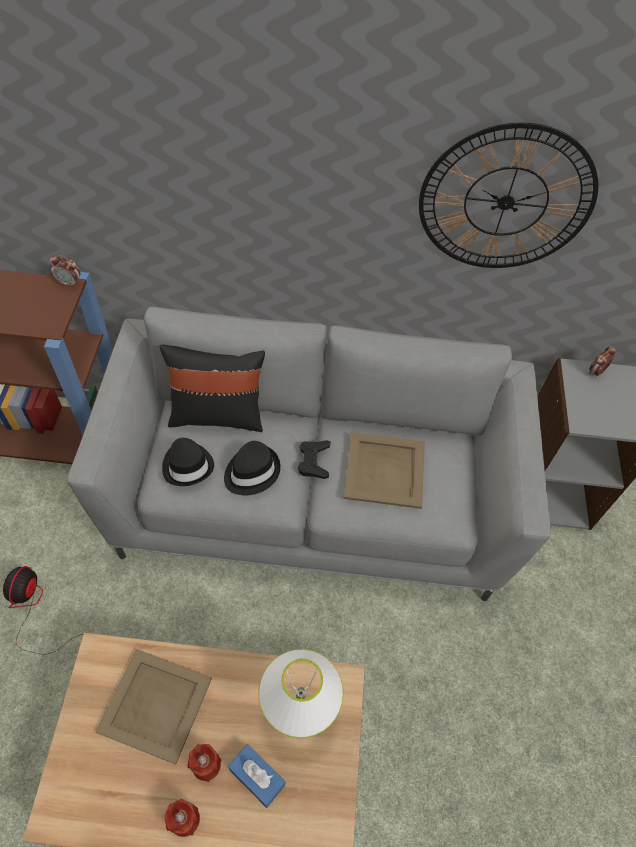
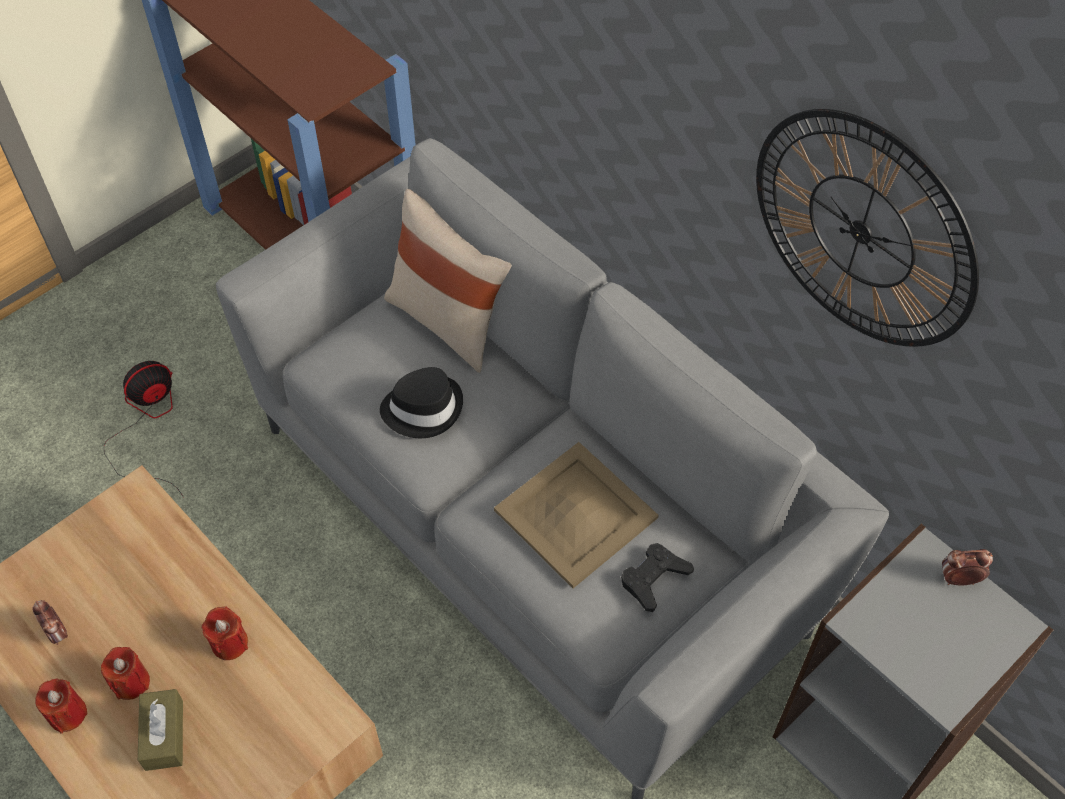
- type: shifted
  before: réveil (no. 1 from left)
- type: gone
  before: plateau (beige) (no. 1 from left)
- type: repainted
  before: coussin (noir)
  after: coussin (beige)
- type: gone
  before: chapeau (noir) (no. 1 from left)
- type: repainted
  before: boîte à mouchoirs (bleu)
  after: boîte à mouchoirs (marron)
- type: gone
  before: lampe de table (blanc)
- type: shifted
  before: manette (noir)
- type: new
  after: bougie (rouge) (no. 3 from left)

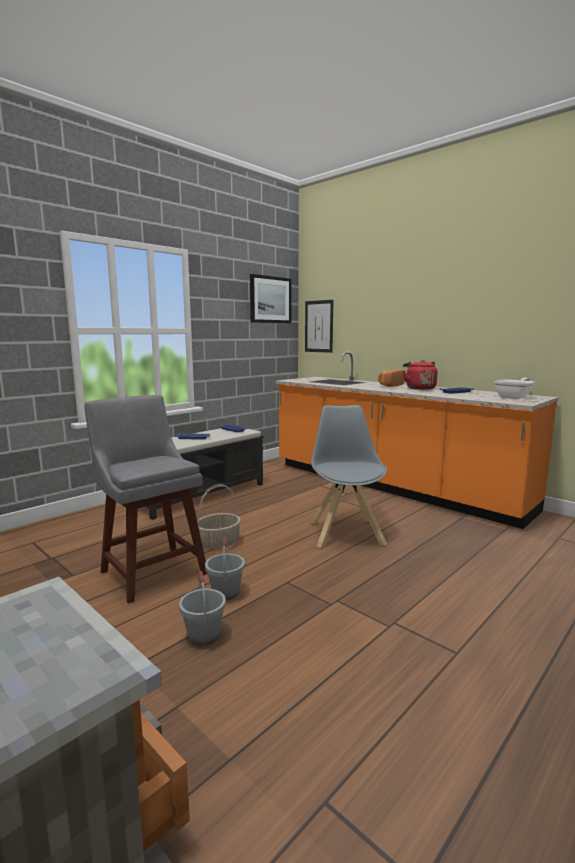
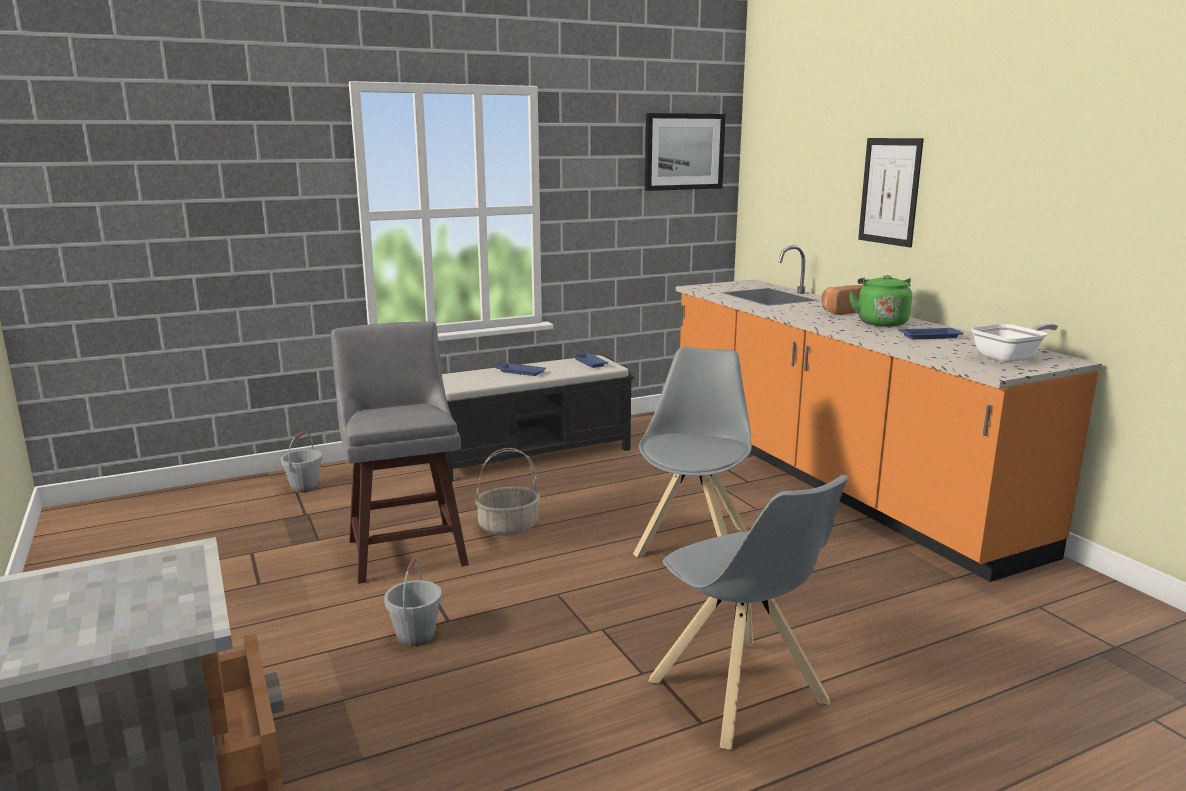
- type: shifted
  before: seau (gris) (no. 2 from left in the first image)
  after: seau (gris) (no. 1 from left)
- type: shifted
  before: tableau (no. 2 from left)
- type: repainted
  before: bouilloire (rouge)
  after: bouilloire (vert)
- type: new
  after: chaise (gris) (no. 3 from left)

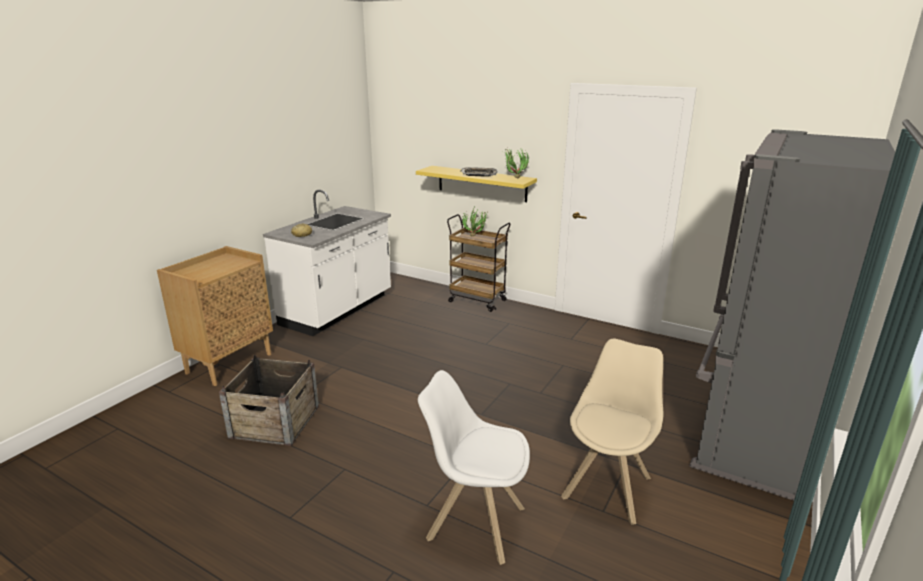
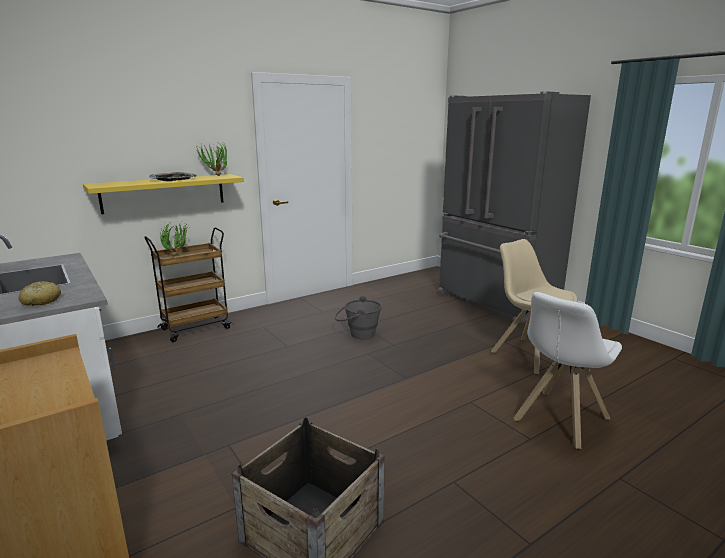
- type: new
  after: seau (gris)

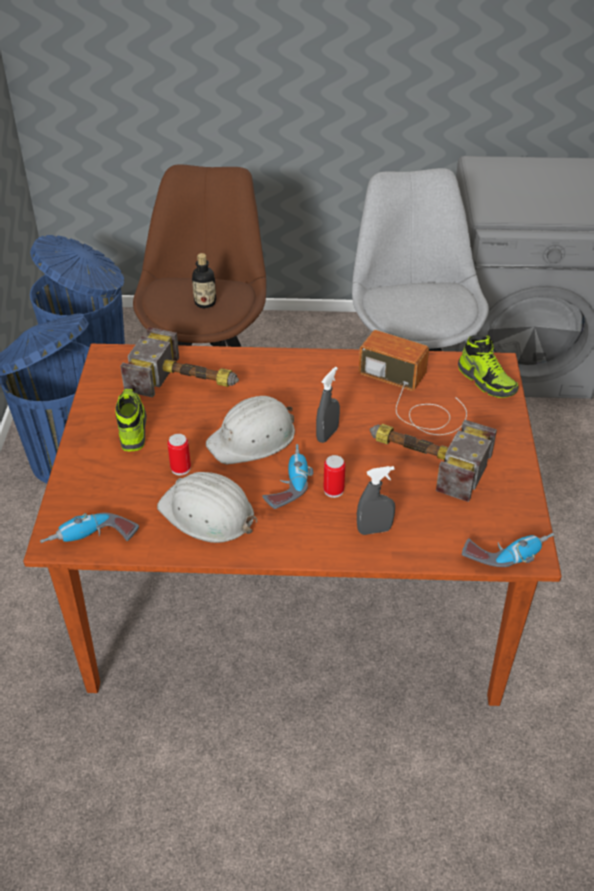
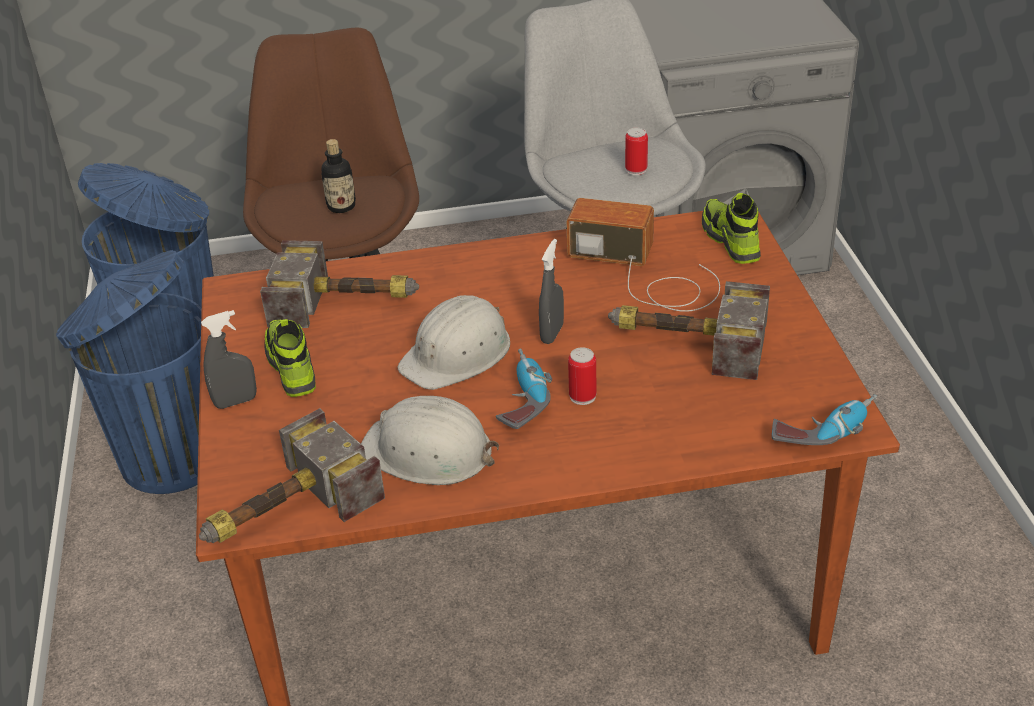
- type: swapped
  before: perceuse (no. 1 from left)
  after: marteau (no. 1 from left)
- type: shifted
  before: boîte métallique (no. 1 from left in the first image)
  after: boîte métallique (no. 2 from left)
- type: shifted
  before: vaporisateur (gris) (no. 2 from left in the first image)
  after: vaporisateur (gris) (no. 1 from left)
- type: rotated
  before: chaussure (no. 2 from left)
  turn: -150

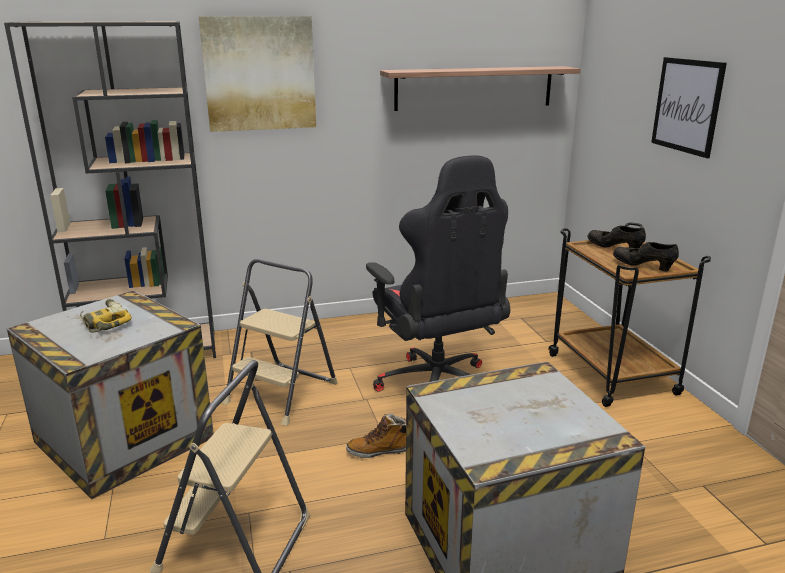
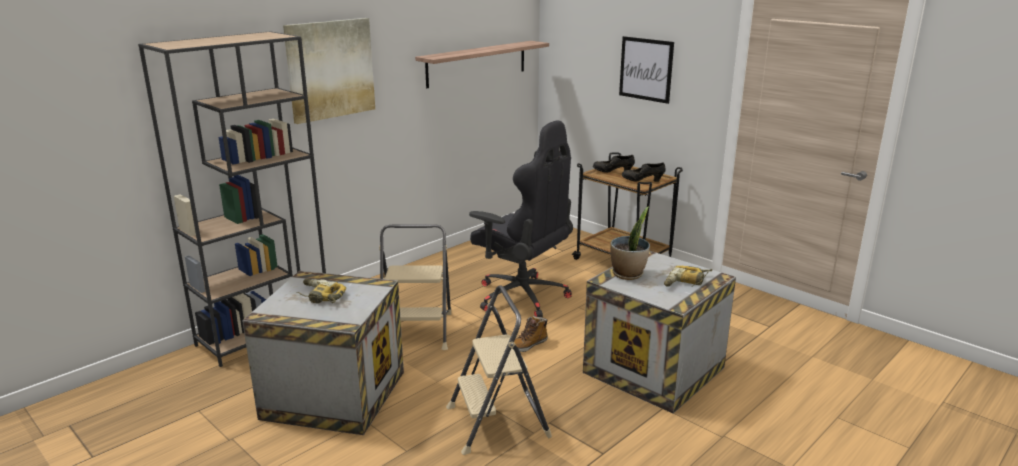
- type: new
  after: plante en pot
- type: new
  after: perceuse (no. 2 from left)

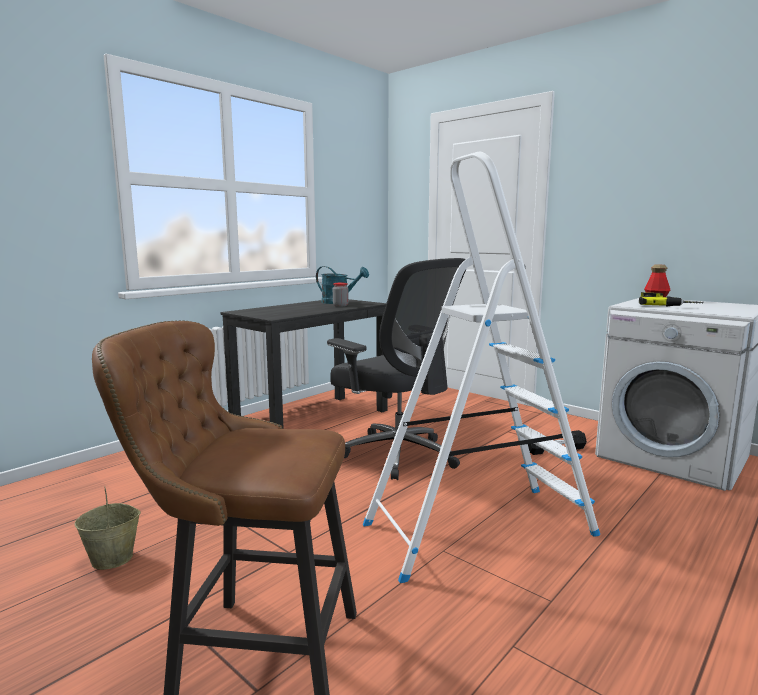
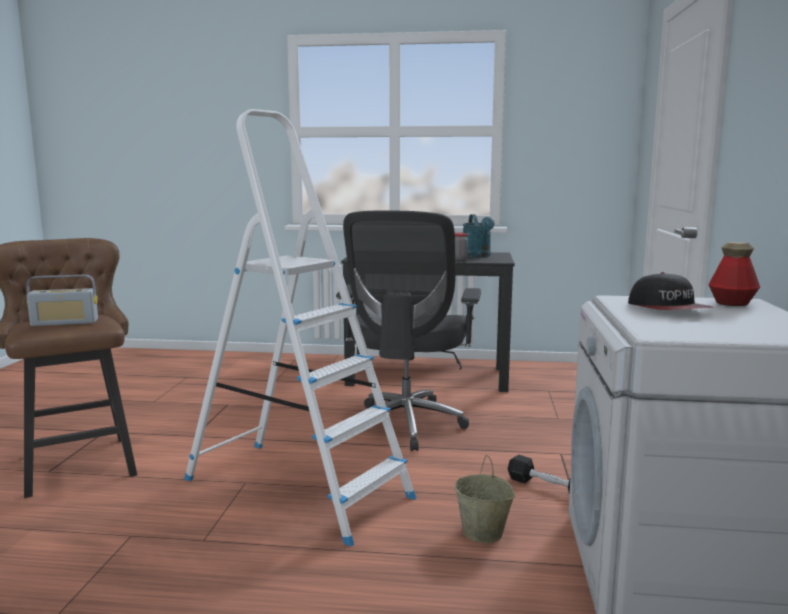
- type: shifted
  before: seau (beige)
- type: swapped
  before: perceuse
  after: casquette
- type: new
  after: radio

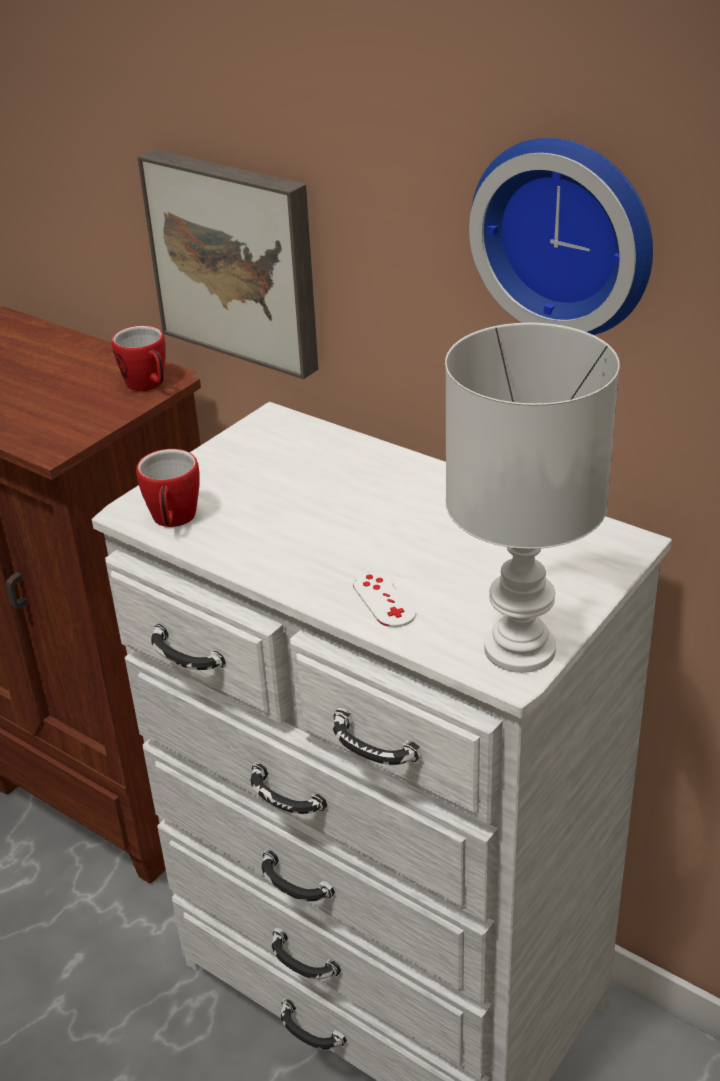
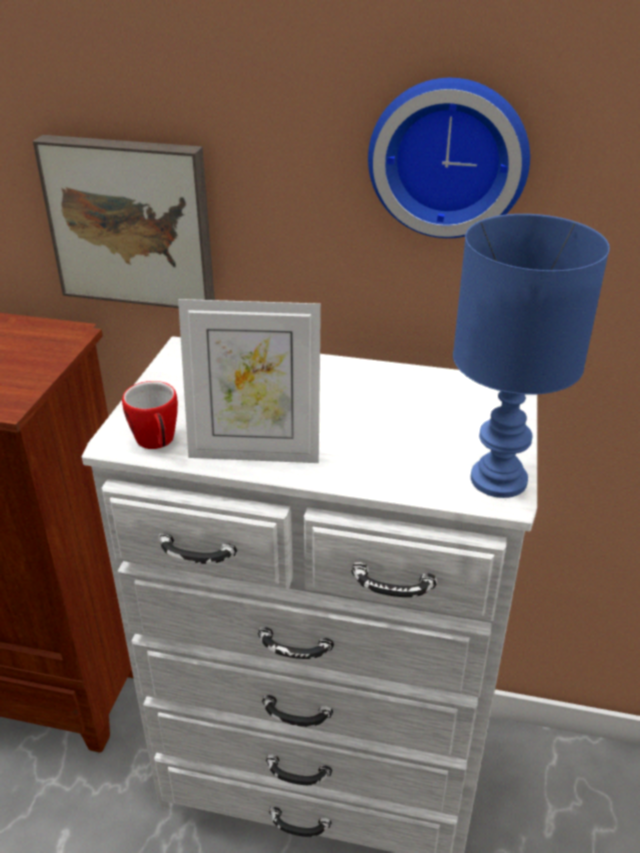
- type: gone
  before: mug (no. 1 from left)
- type: gone
  before: manette (blanc)
- type: repainted
  before: lampe de table (blanc)
  after: lampe de table (bleu)
- type: new
  after: cadre photo

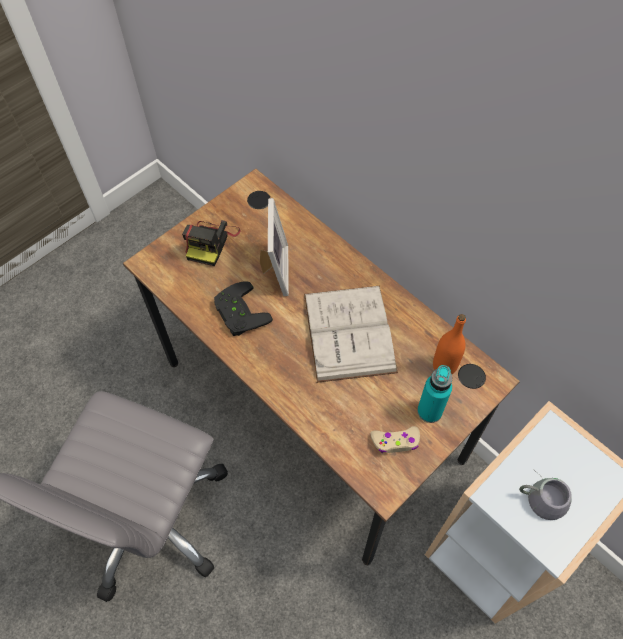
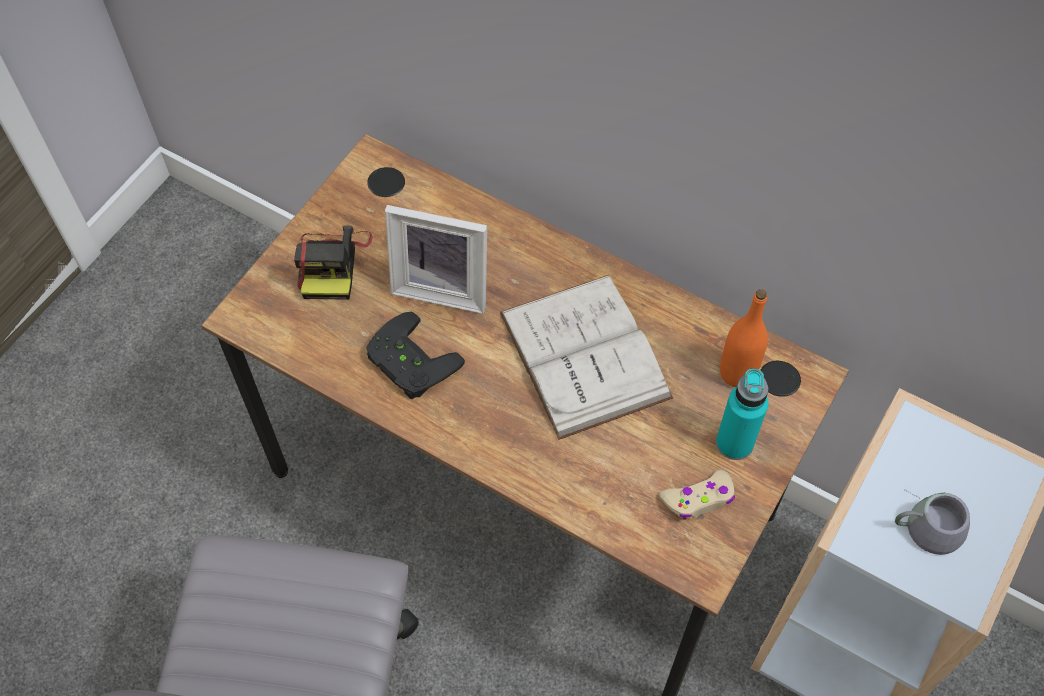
- type: rotated
  before: cadre photo
  turn: 120

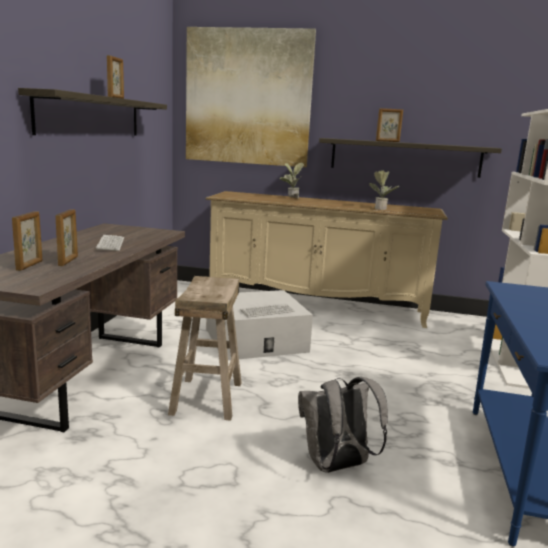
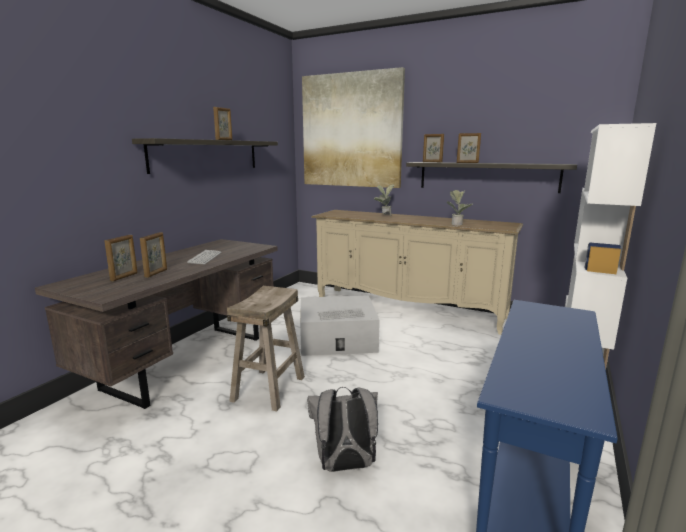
- type: new
  after: cadre photo (no. 4 from left)

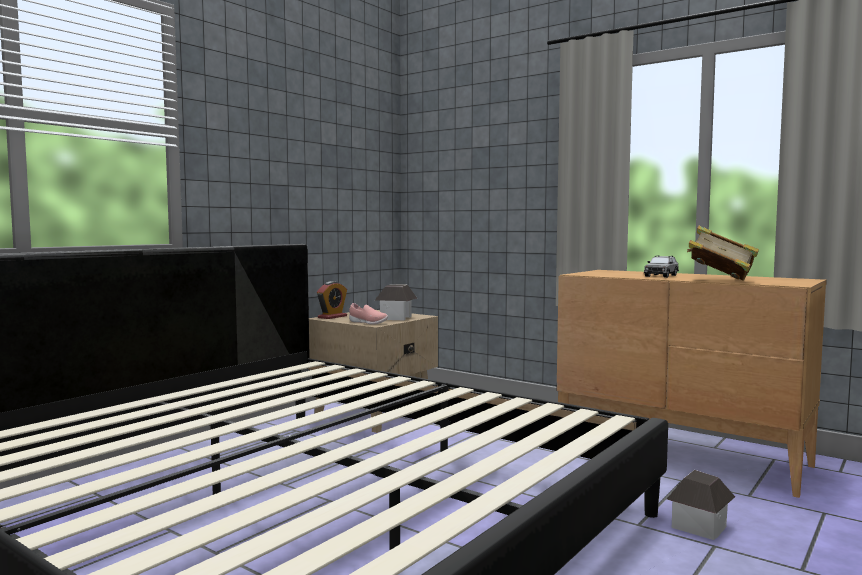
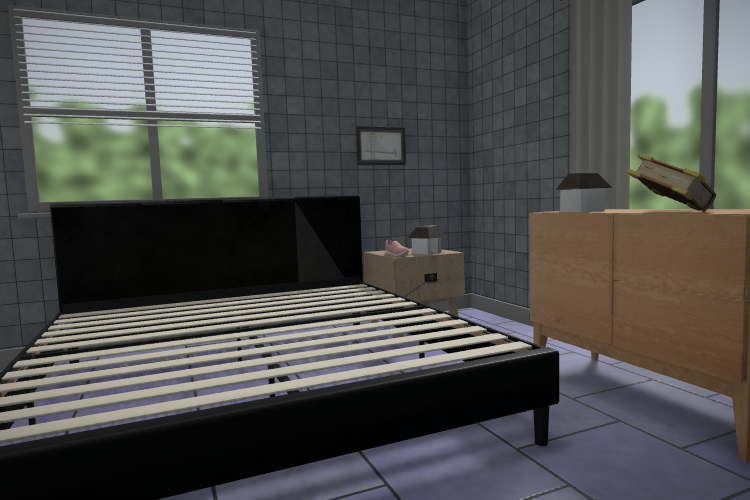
- type: gone
  before: réveil
- type: gone
  before: petite voiture (gris)
- type: shifted
  before: maison miniature (no. 2 from left)
- type: new
  after: tableau

